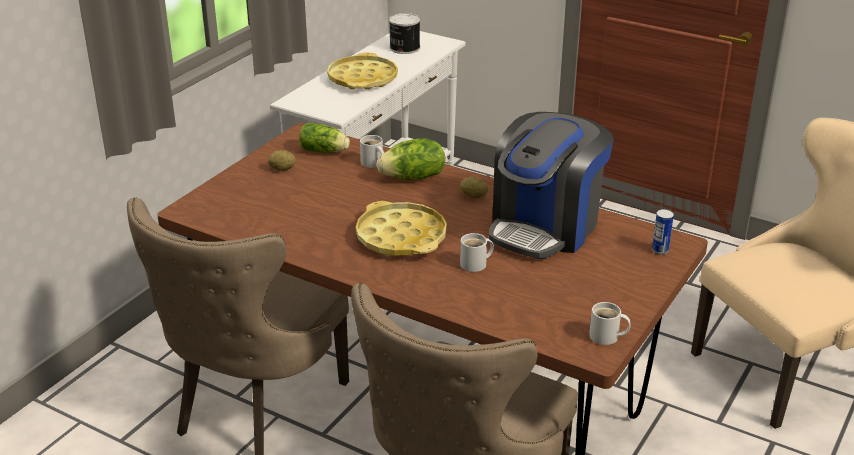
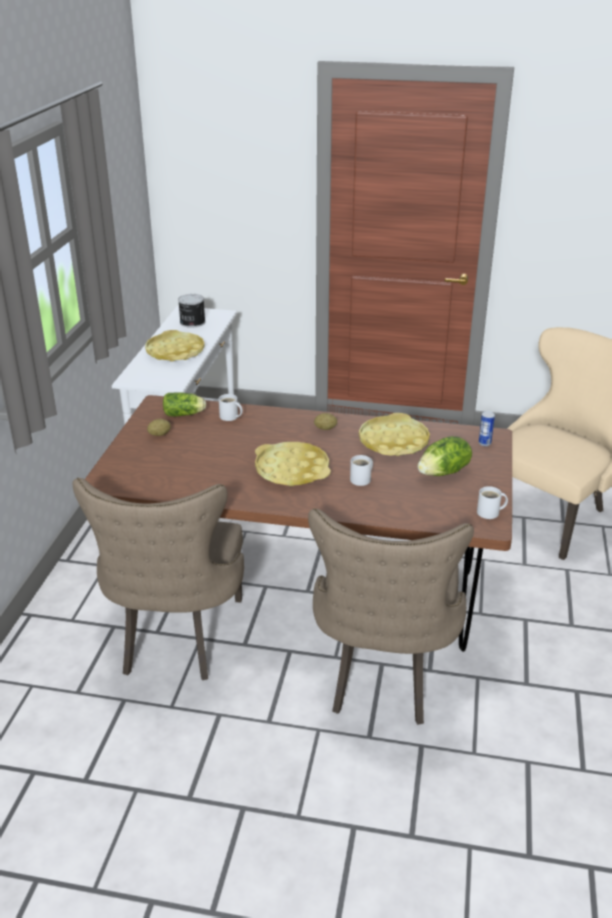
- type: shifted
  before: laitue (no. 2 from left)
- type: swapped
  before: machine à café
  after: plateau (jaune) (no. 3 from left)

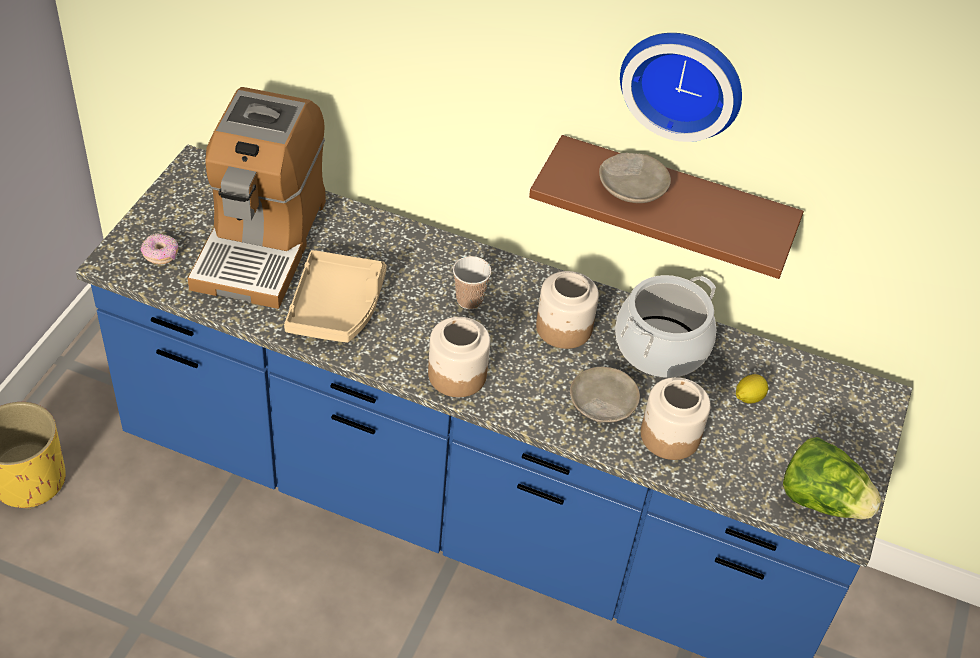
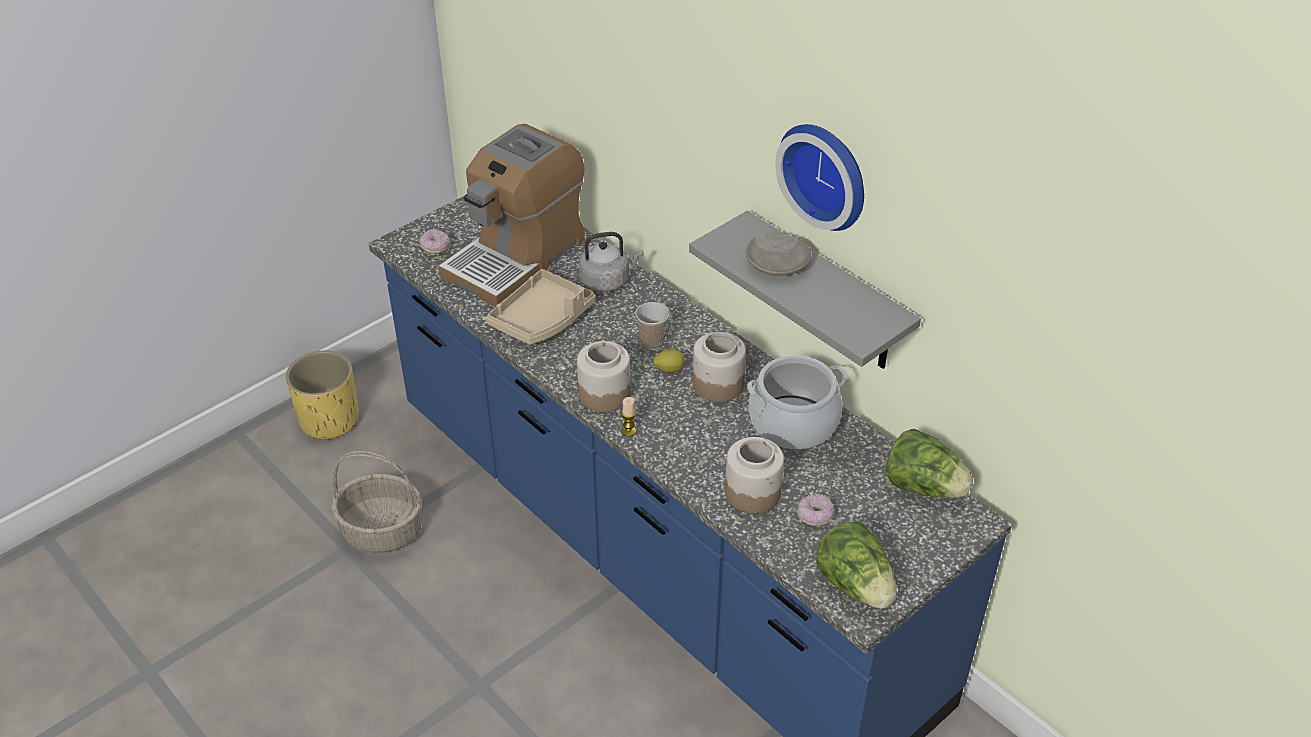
- type: repainted
  before: étagère (marron)
  after: étagère (gris)
- type: gone
  before: assiette (beige) (no. 1 from left)
- type: shifted
  before: citron
- type: new
  after: panier
- type: new
  after: bouilloire (gris)
- type: new
  after: bougie
- type: new
  after: beignet (no. 2 from left)
- type: new
  after: laitue (no. 2 from left)

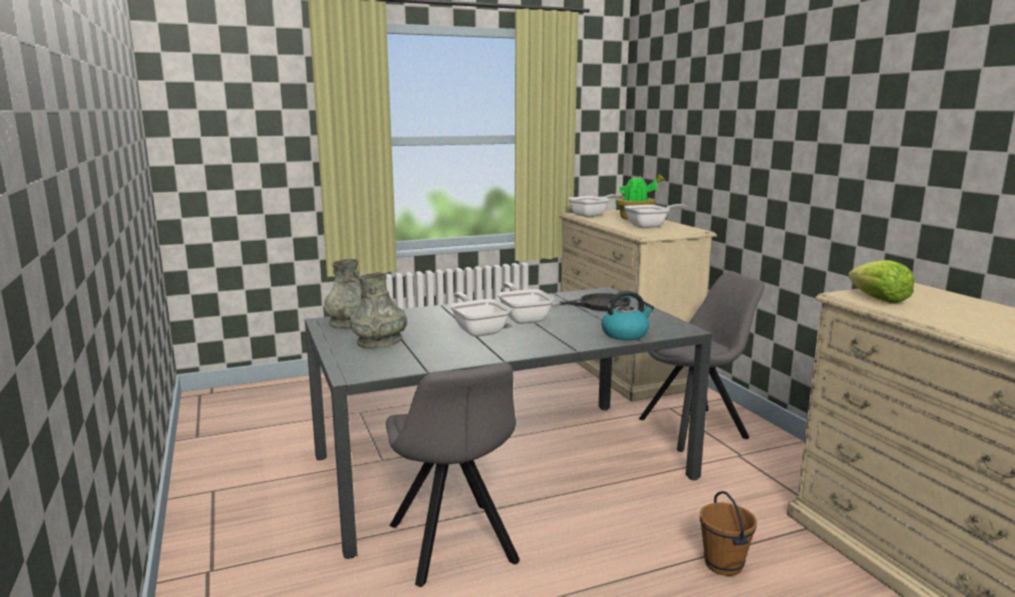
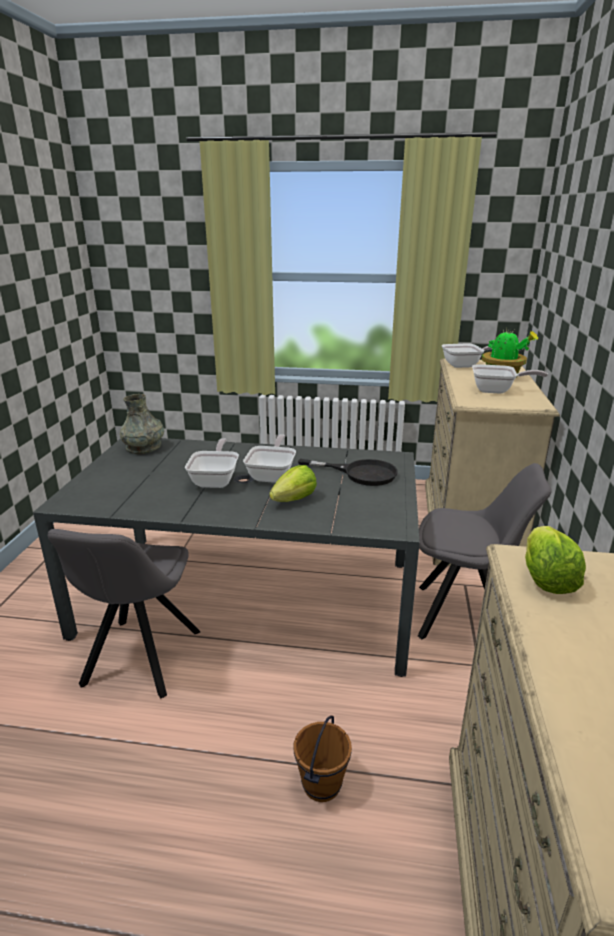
- type: gone
  before: vase (gris) (no. 2 from left)
- type: gone
  before: bouilloire
- type: new
  after: laitue (no. 1 from left)

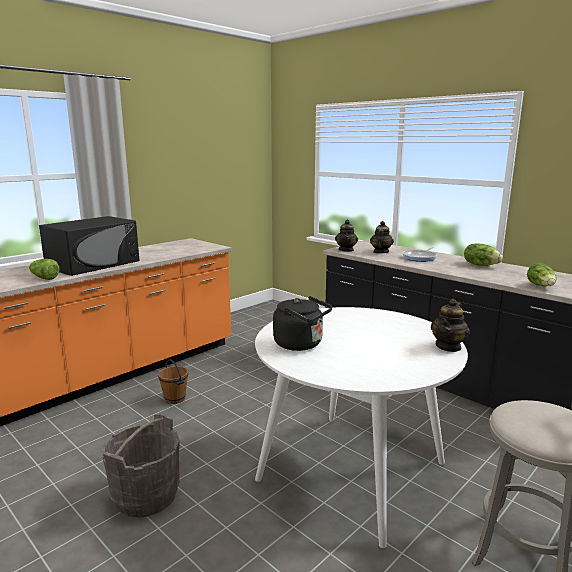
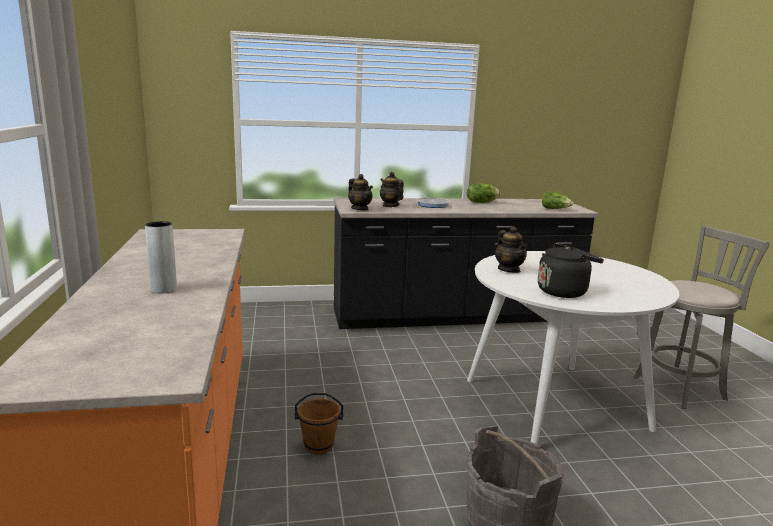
- type: gone
  before: laitue (no. 1 from left)
- type: swapped
  before: micro-ondes (noir)
  after: vase (gris)
- type: shifted
  before: théière (no. 3 from left)

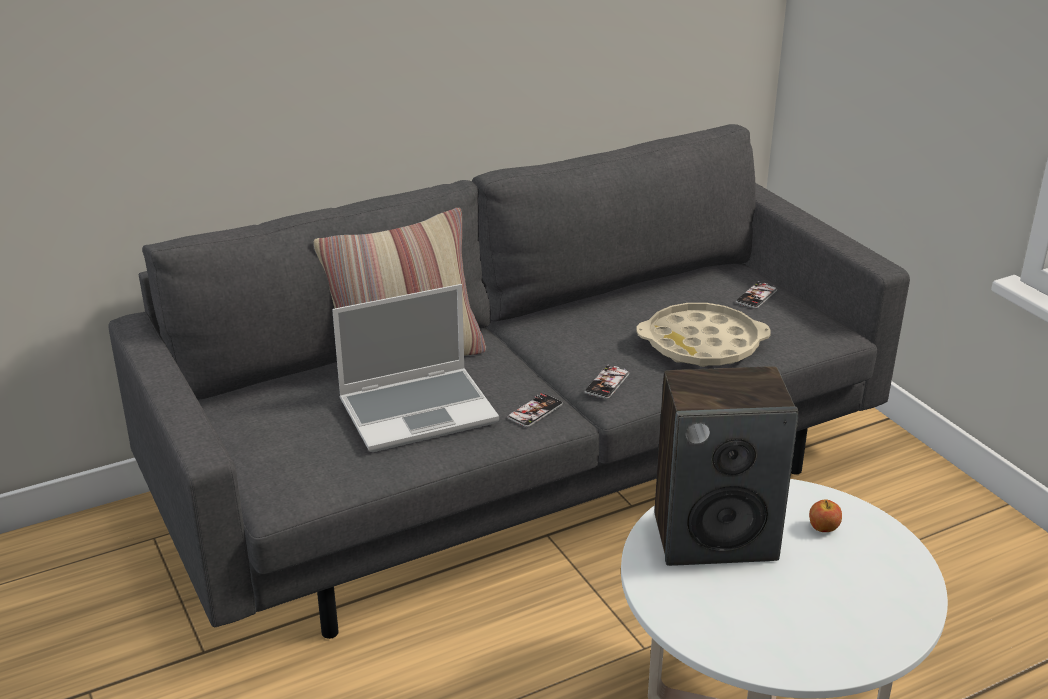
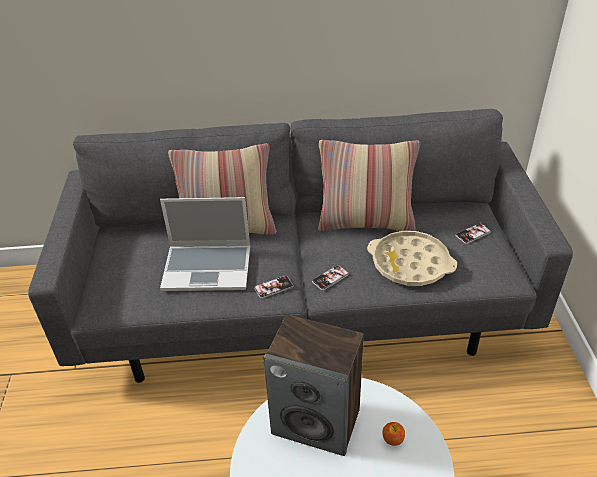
- type: new
  after: coussin (no. 2 from left)

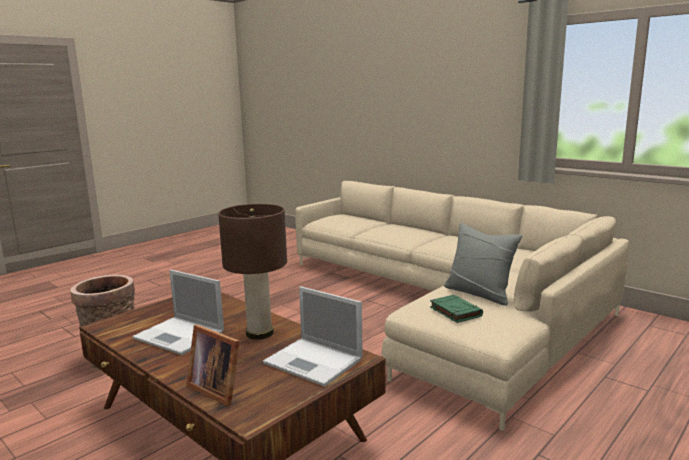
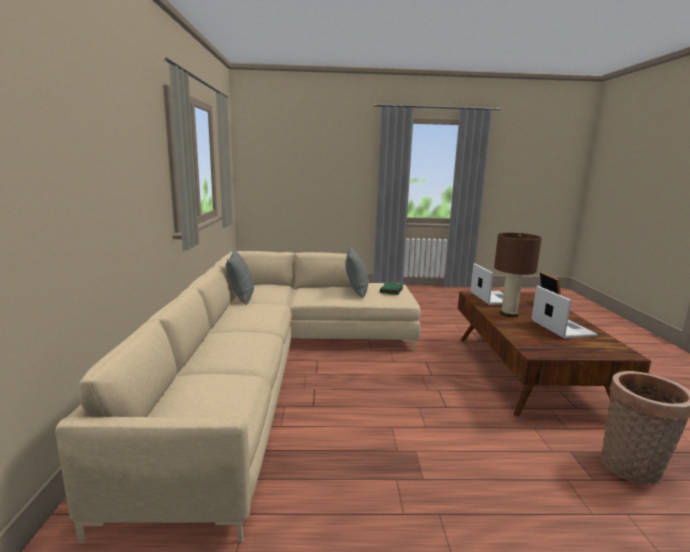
- type: new
  after: coussin (gris) (no. 1 from left)

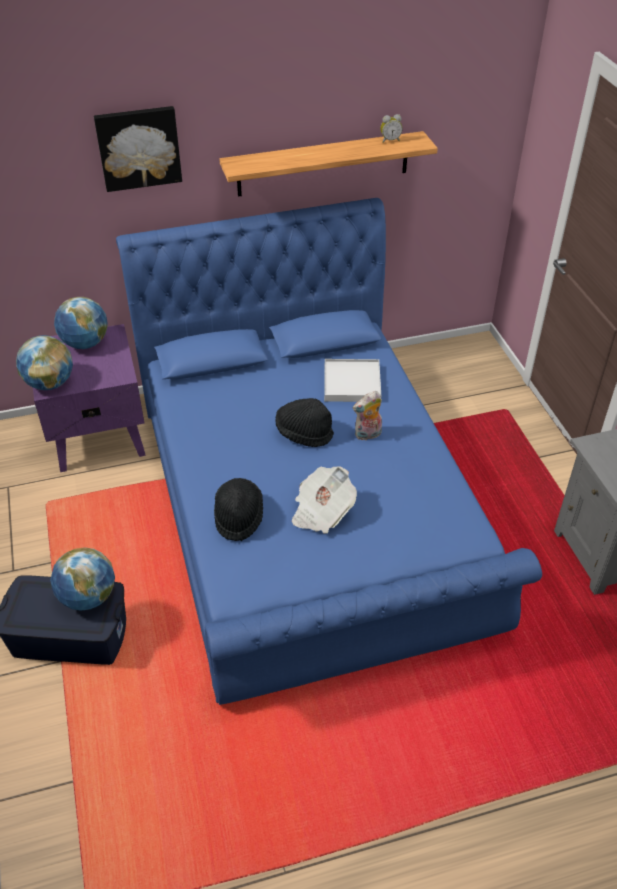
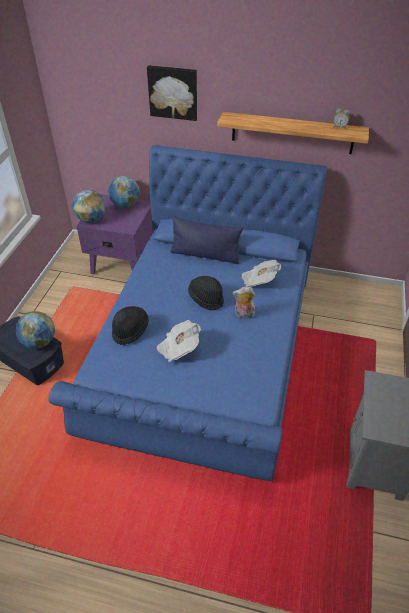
- type: swapped
  before: plateau (blanc)
  after: journal (no. 2 from left)
- type: new
  after: coussin (bleu)

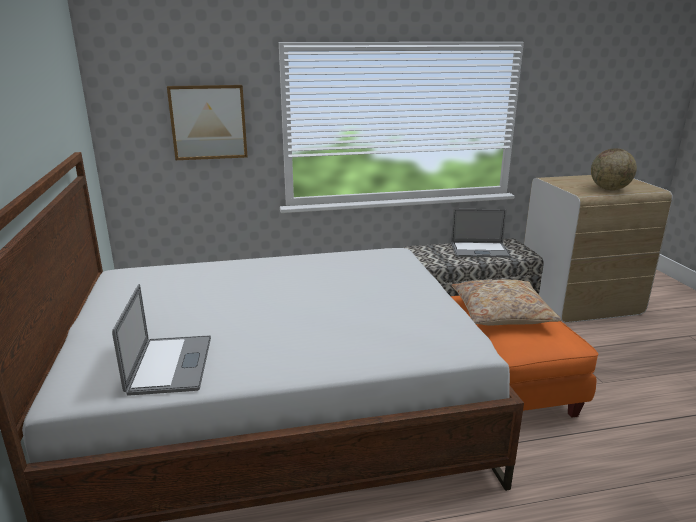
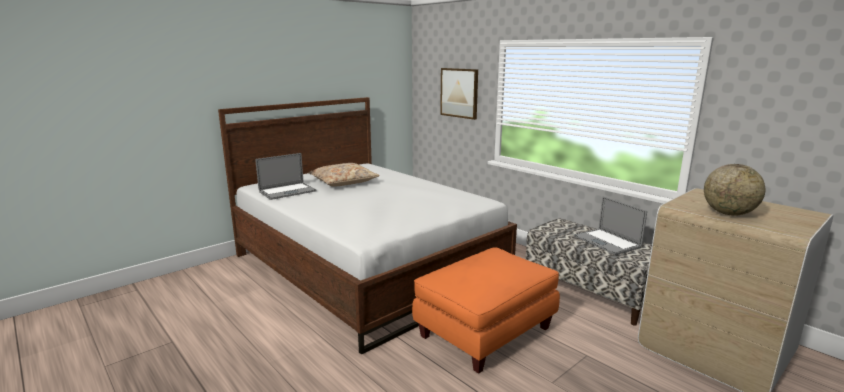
- type: shifted
  before: coussin (beige)

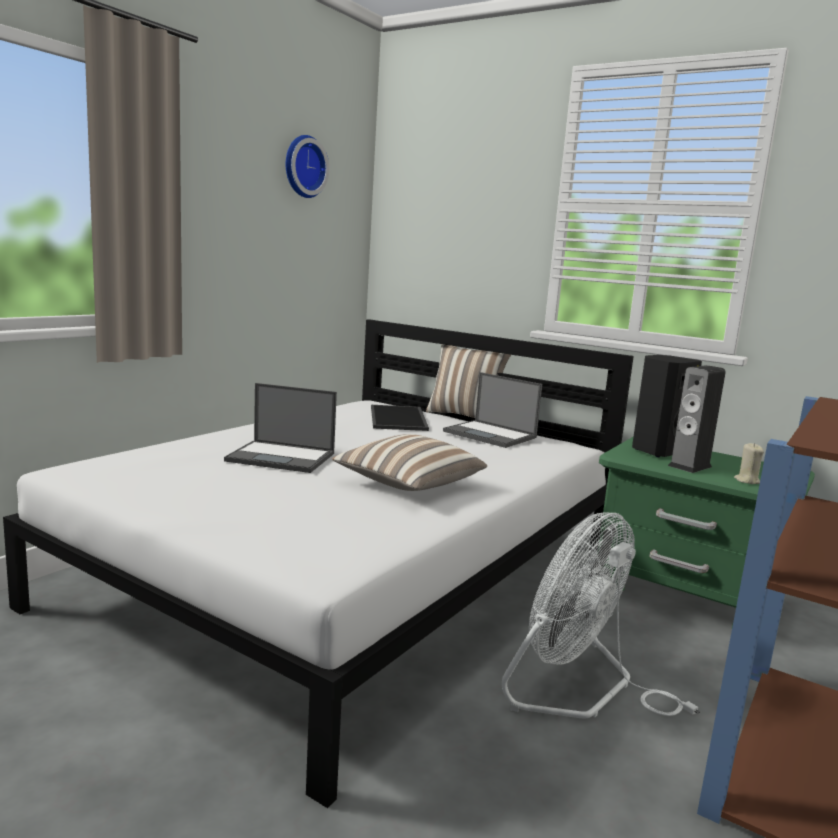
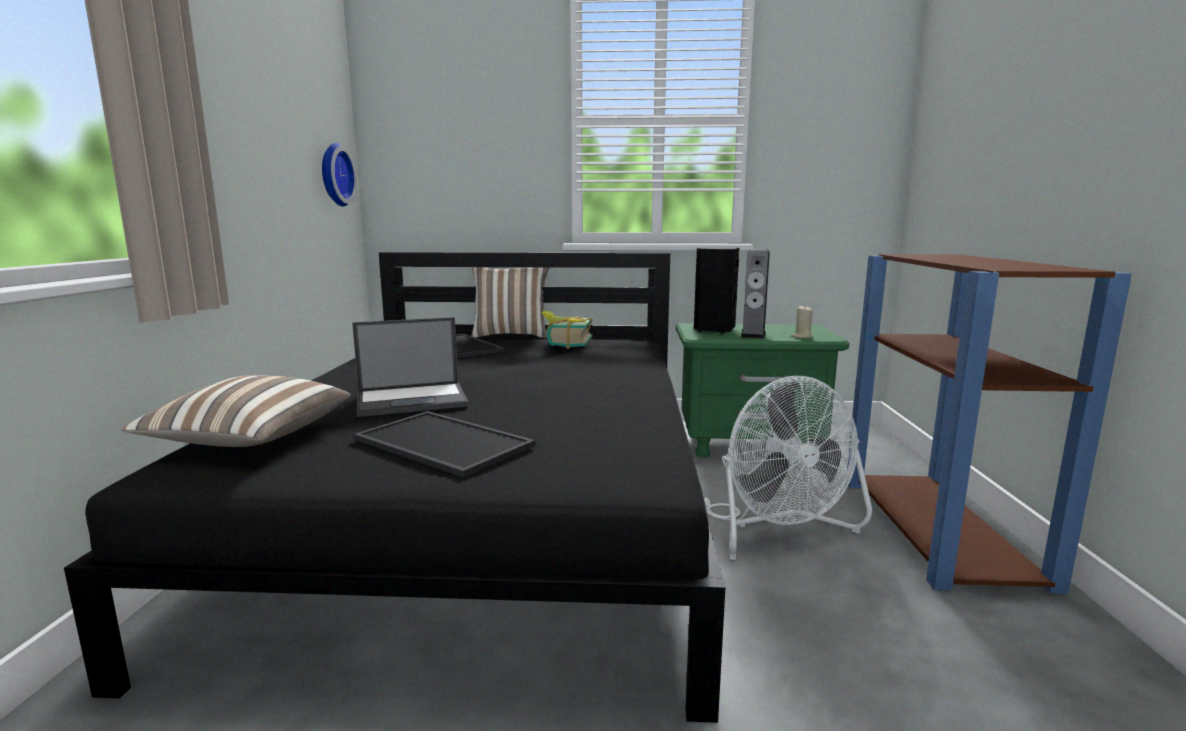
- type: repainted
  before: lit (blanc)
  after: lit (noir)
- type: shifted
  before: horloge murale
- type: shifted
  before: coussin (no. 1 from left)
- type: swapped
  before: ordinateur portable (no. 2 from left)
  after: livre
- type: rotated
  before: ventilateur (blanc)
  turn: -120
- type: new
  after: plateau (no. 1 from left)

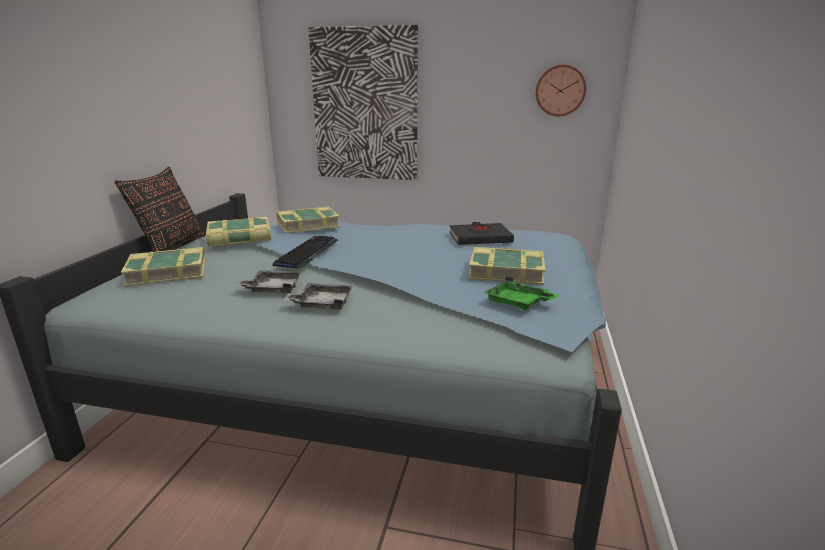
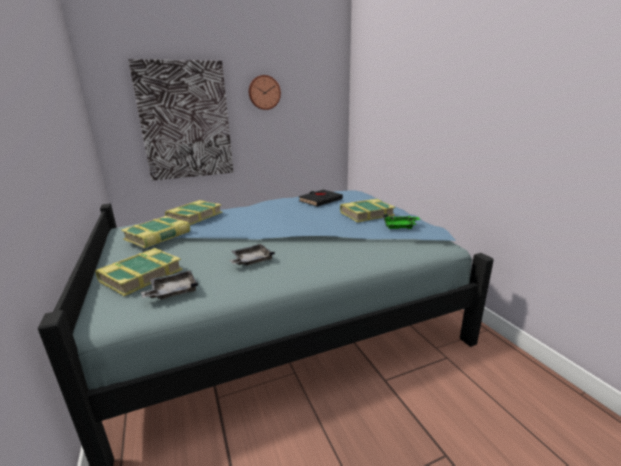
- type: gone
  before: coussin (noir)
- type: gone
  before: clavier
- type: shifted
  before: plateau (gris) (no. 2 from left in the first image)
  after: plateau (gris) (no. 1 from left)
- type: shifted
  before: horloge murale

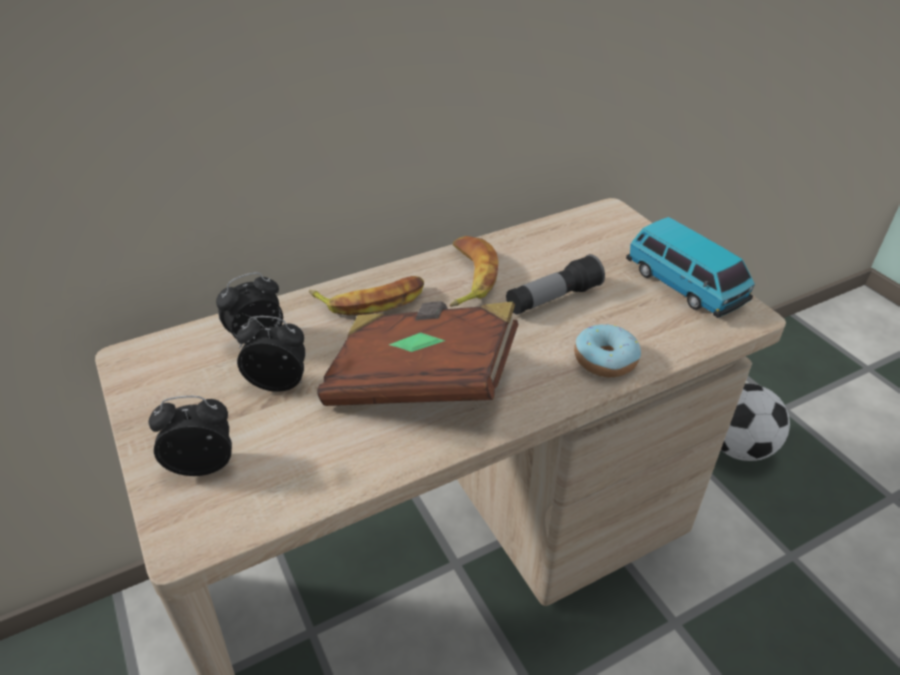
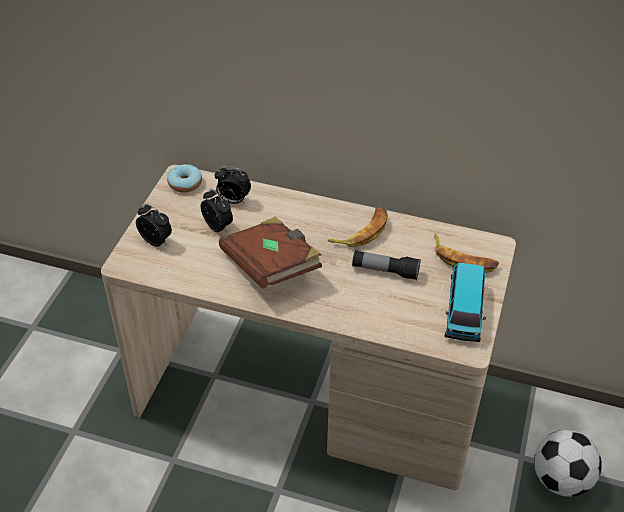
- type: shifted
  before: banane (no. 1 from left in the first image)
  after: banane (no. 2 from left)
- type: shifted
  before: beignet

